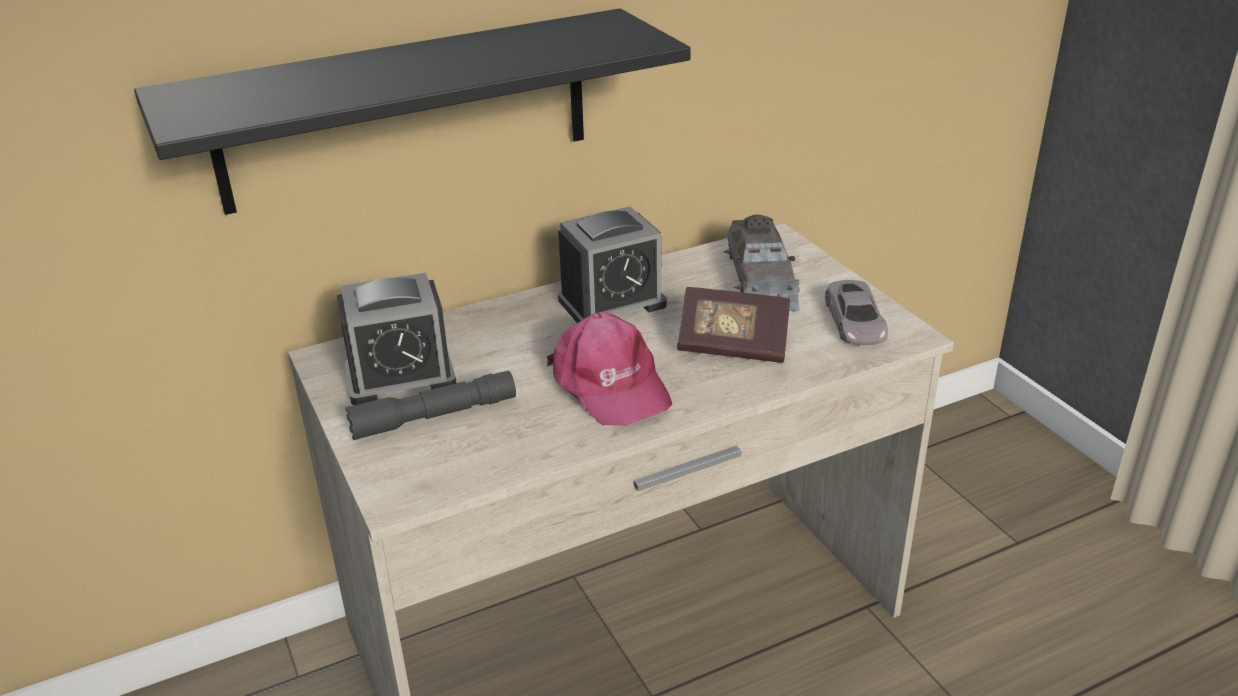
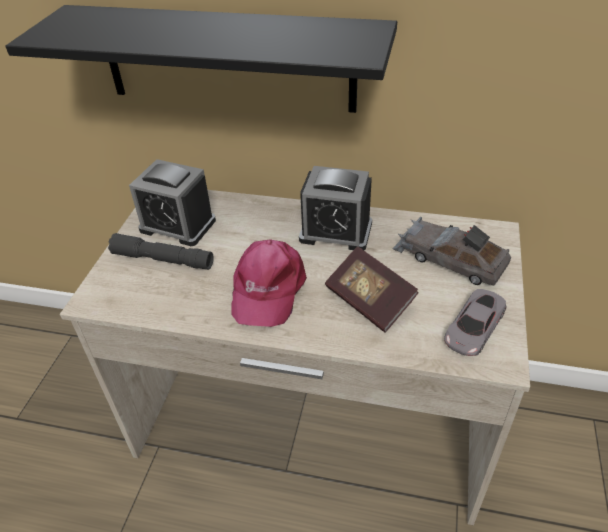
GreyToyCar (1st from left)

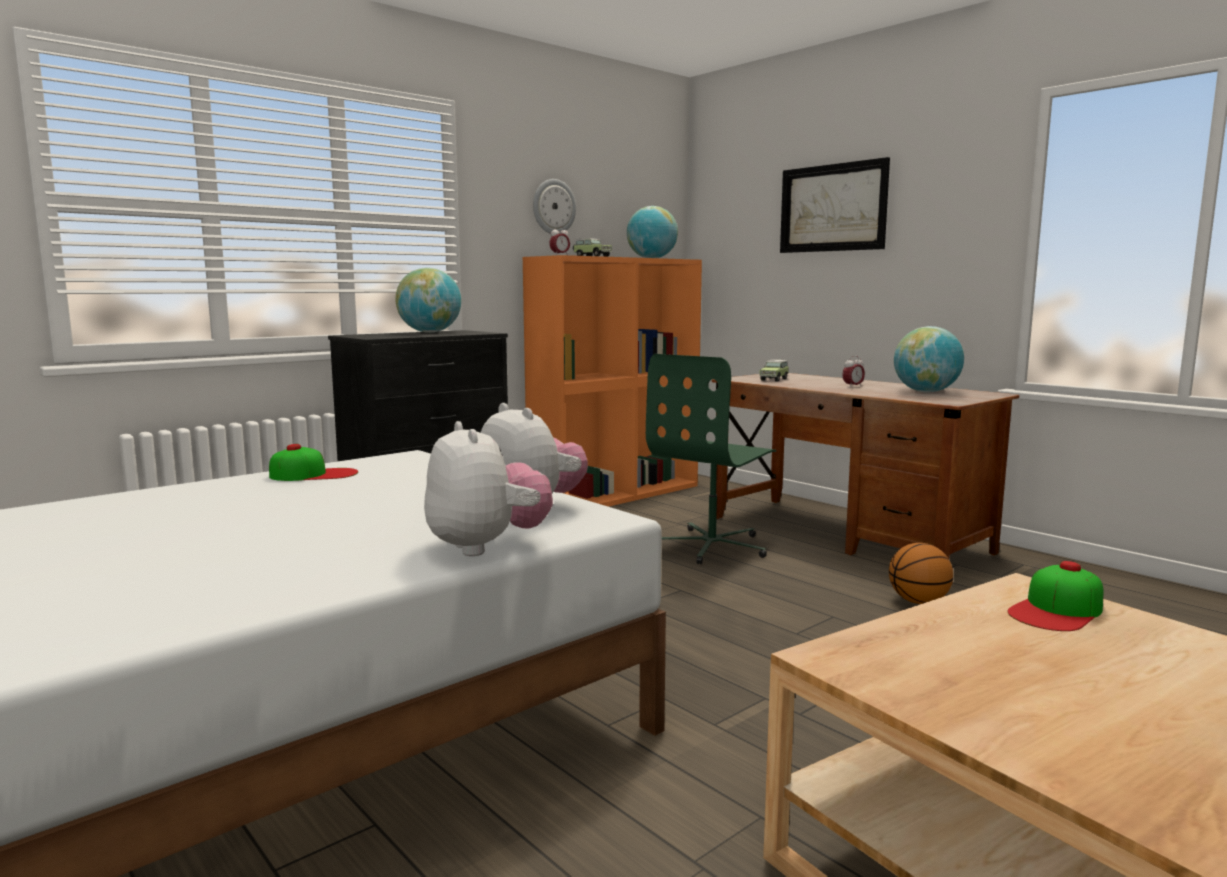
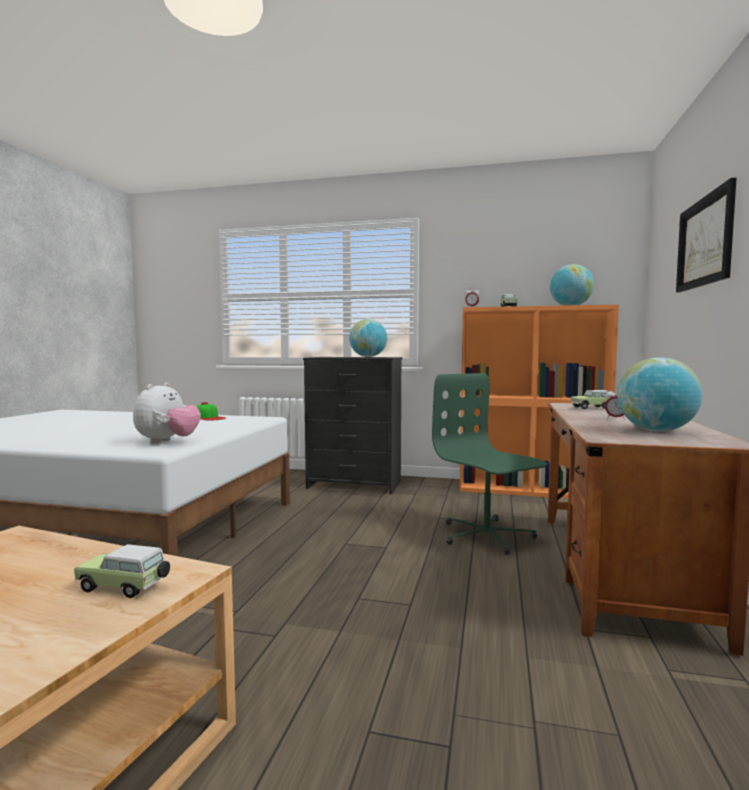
PlushToy (1st from left in the first image); WallClock; Basketball; ToyCar (1st from left); GreenOfficeChair

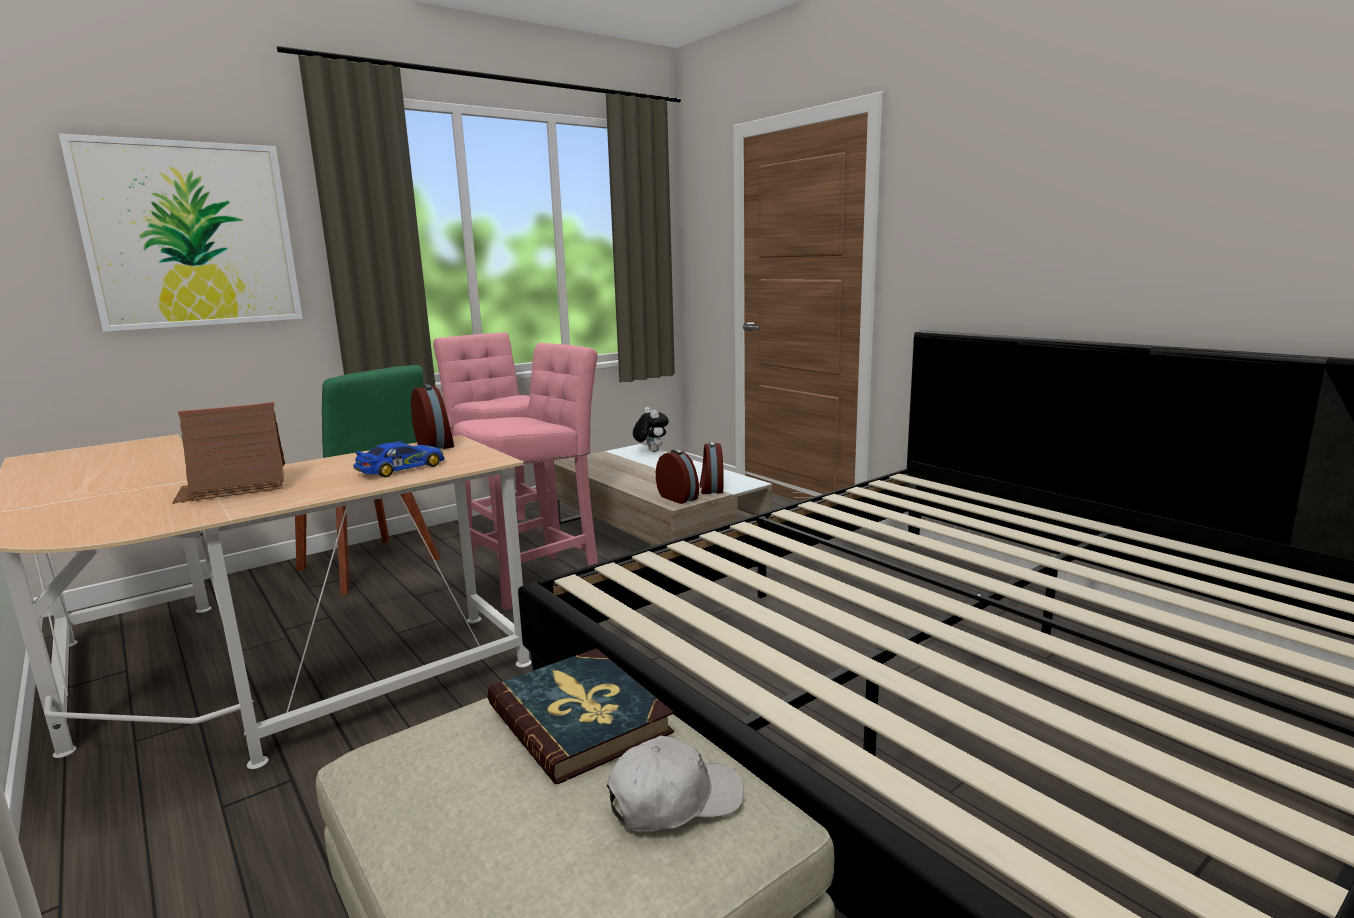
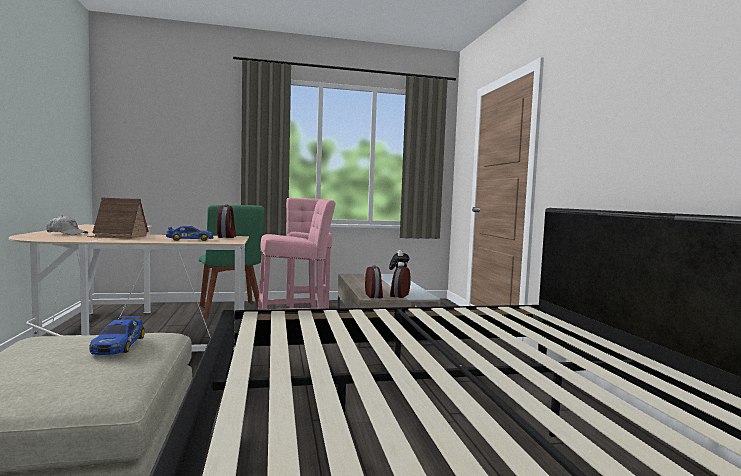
Picture; WhiteCap; ToyCar (1st from left)

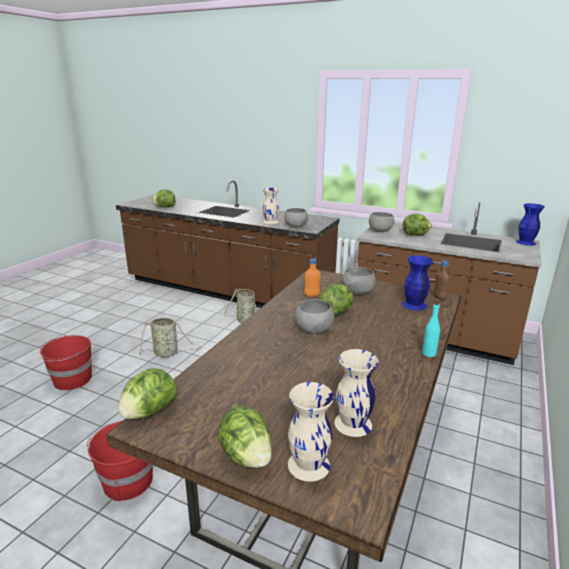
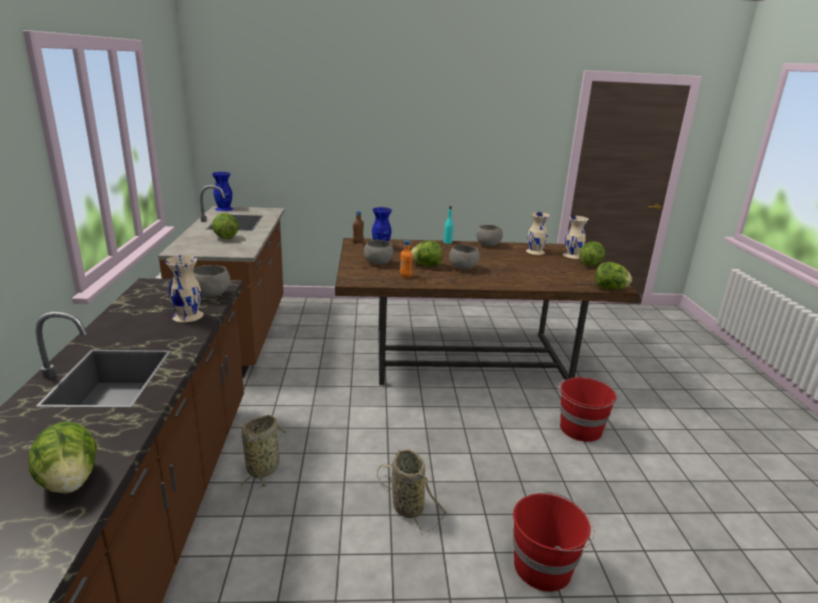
GreyBowl (4th from left)

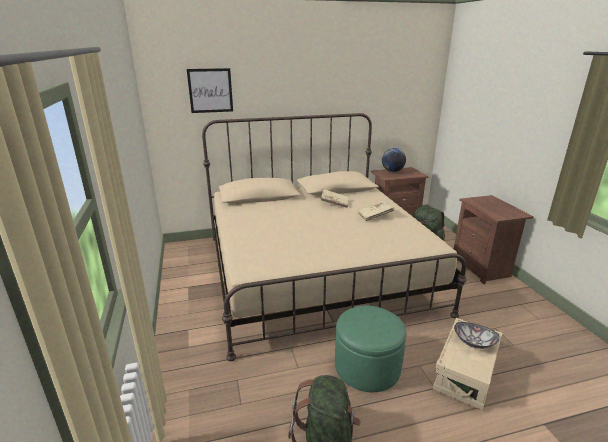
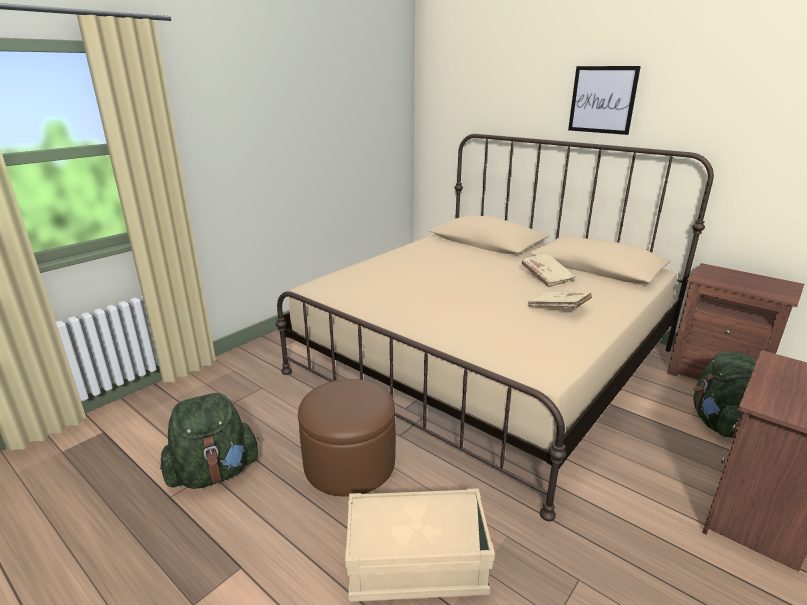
Globe; Bowl; Picture; BrownOttoman

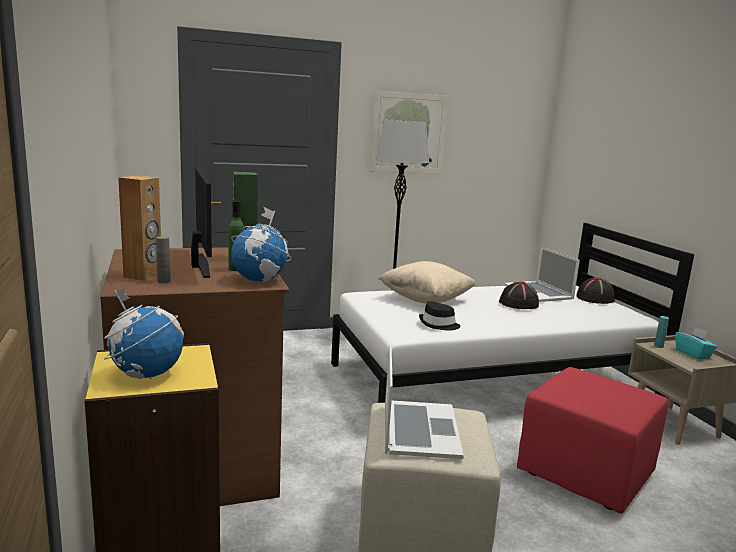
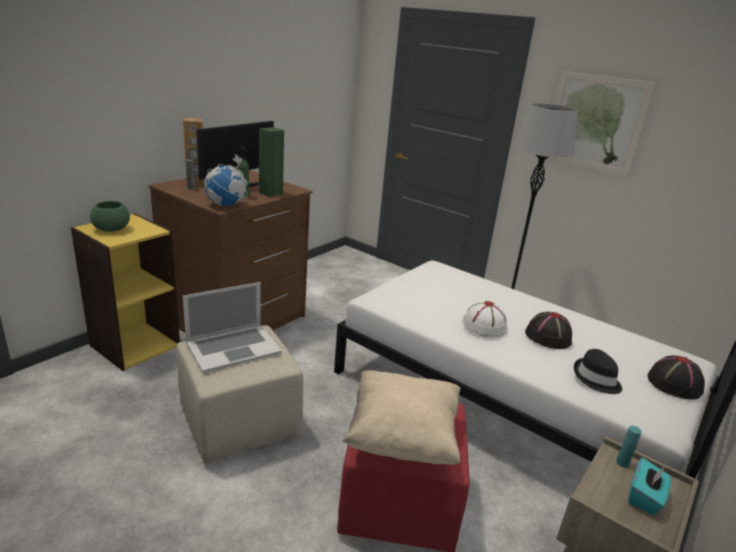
Laptop (2nd from left in the first image); WhiteHat; BeigePillow; BlackHat (2nd from left); GreenBowl

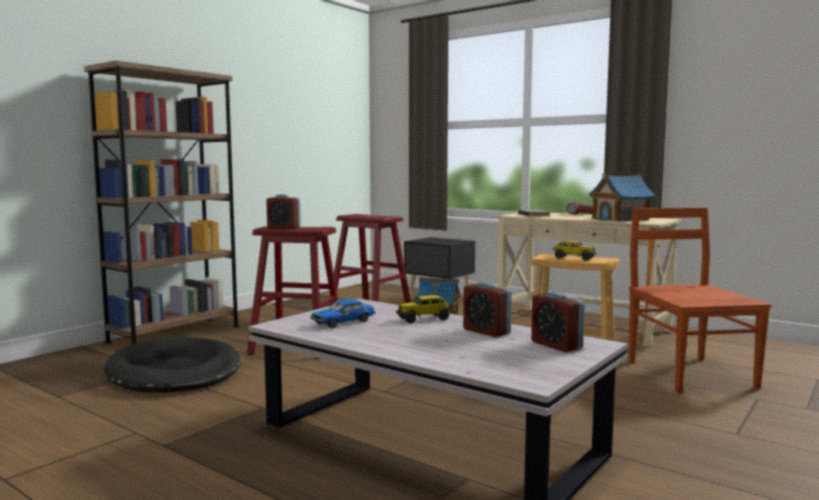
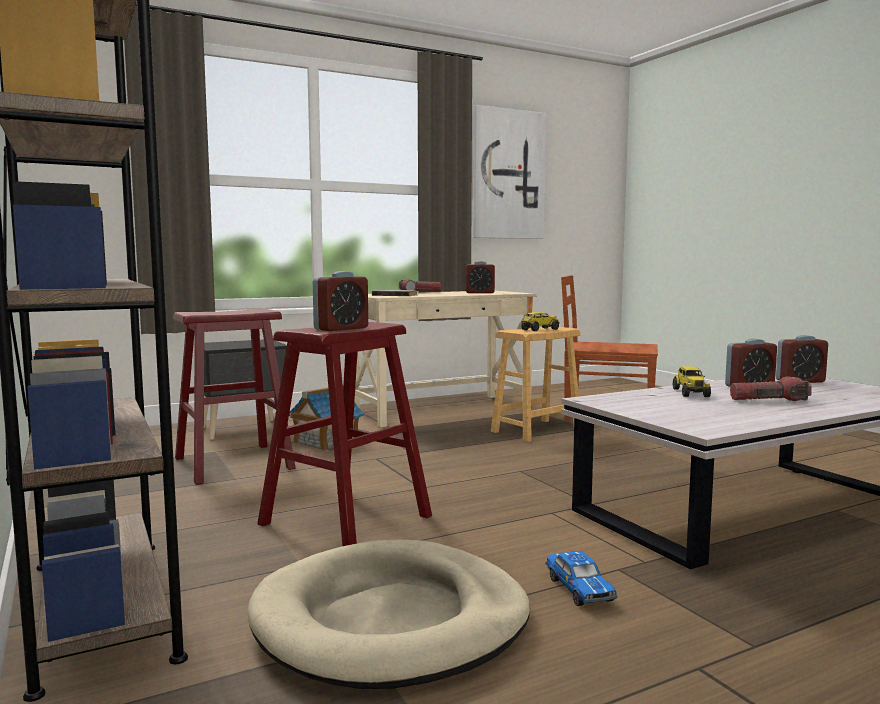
Picture; Flashlight (2nd from left); ToyCar; AlarmClock (2nd from left); BeigeDogBed

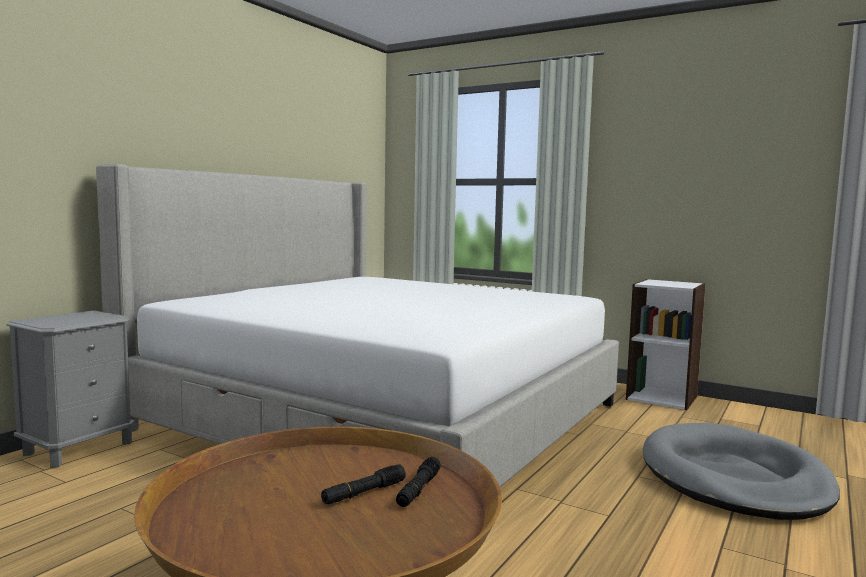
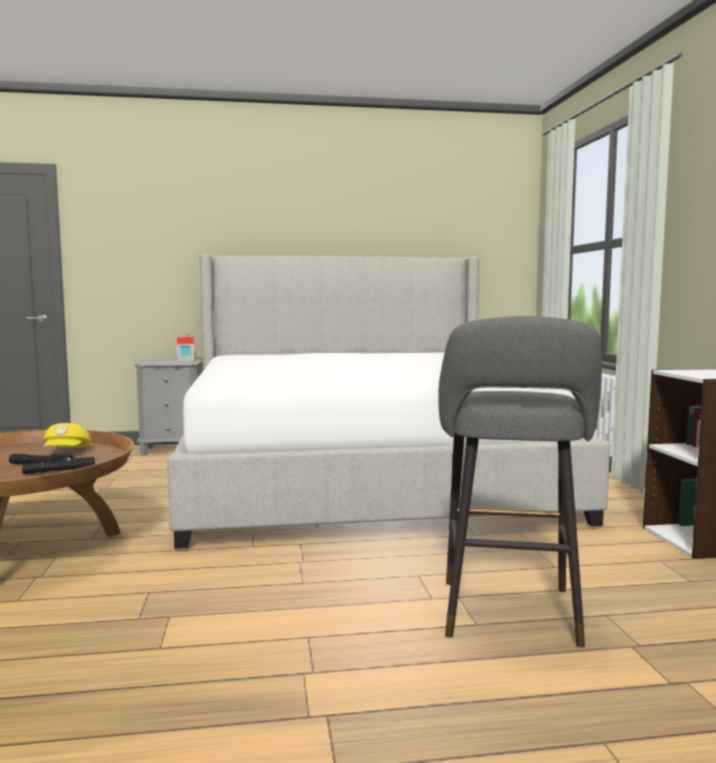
YellowCap; ToyHouse; GreyStool

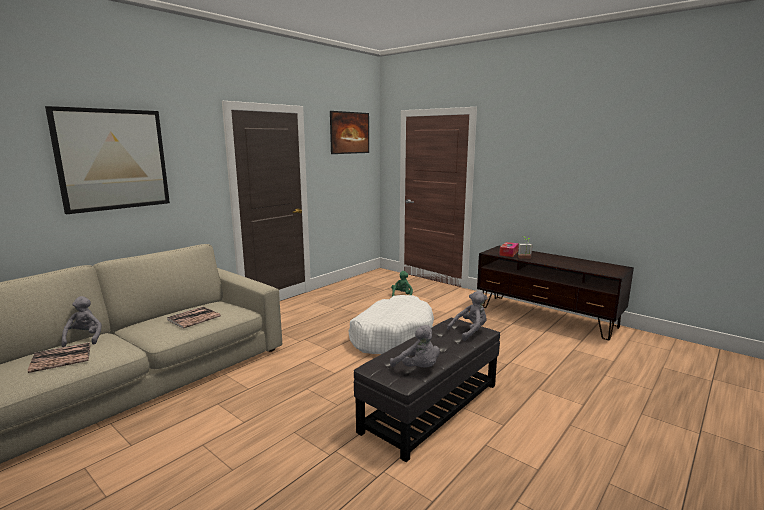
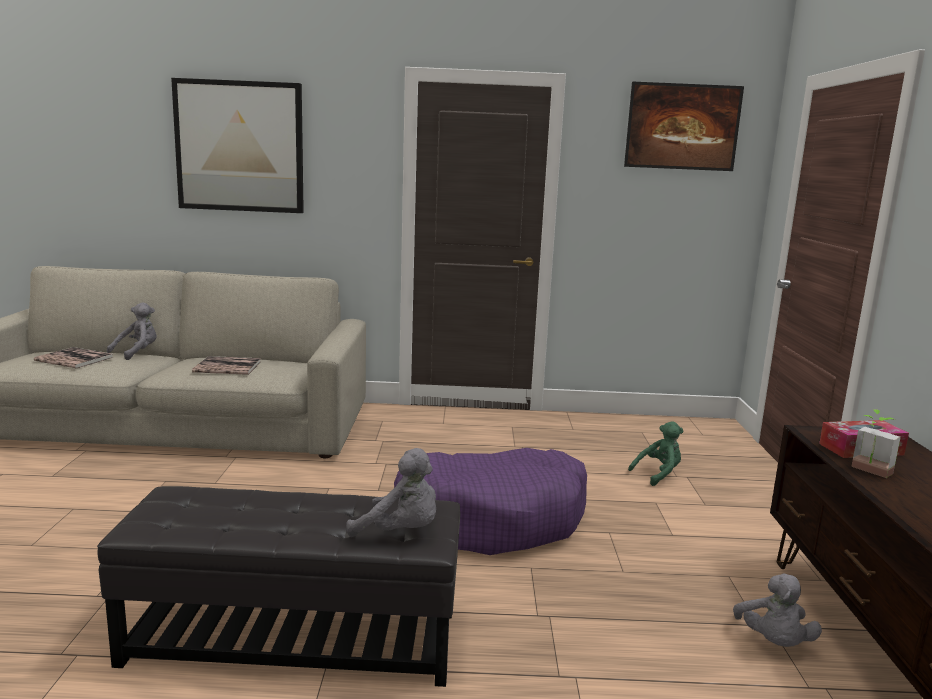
GreyPlushToy (3rd from left); PurpleDogBed

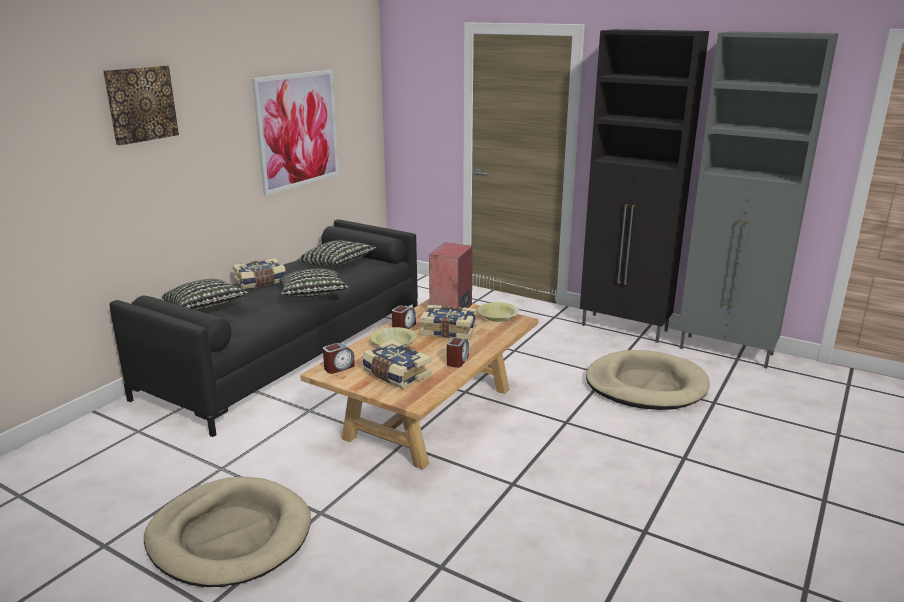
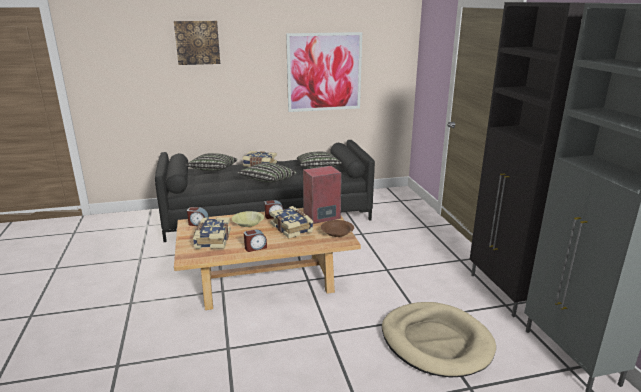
BeigeDogBed (1st from left in the first image); BrownBowl

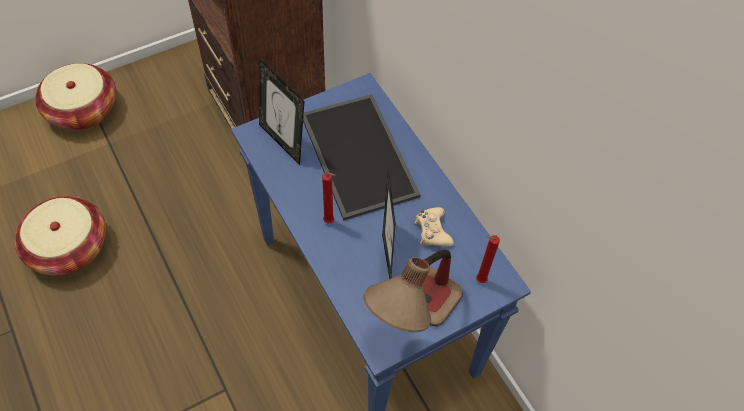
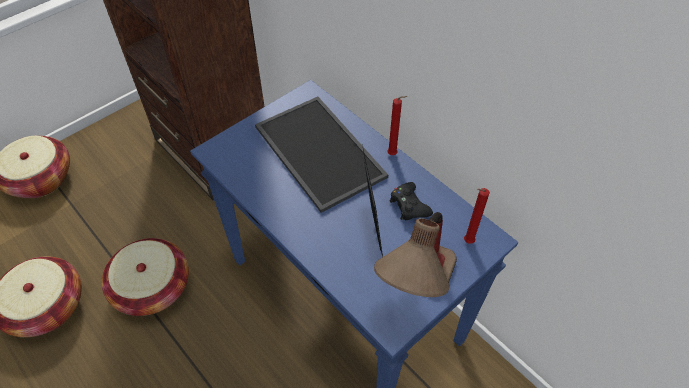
PictureFrame (1st from left in the first image); Basket (3rd from left); RedCandle (1st from left); BlackGameController

